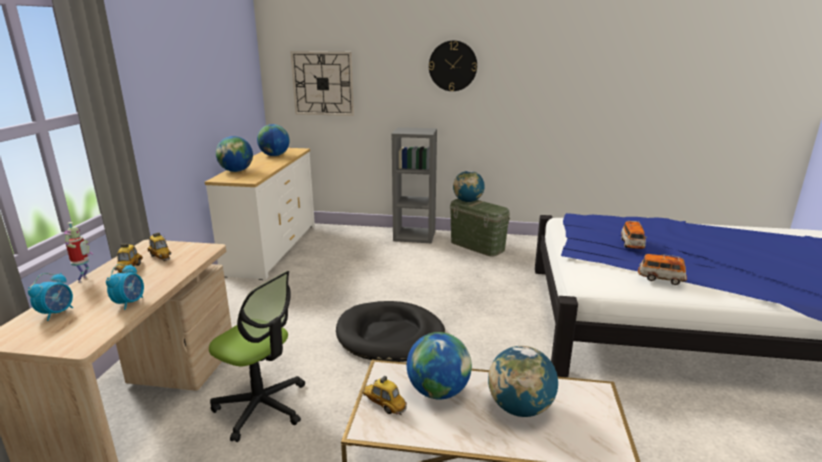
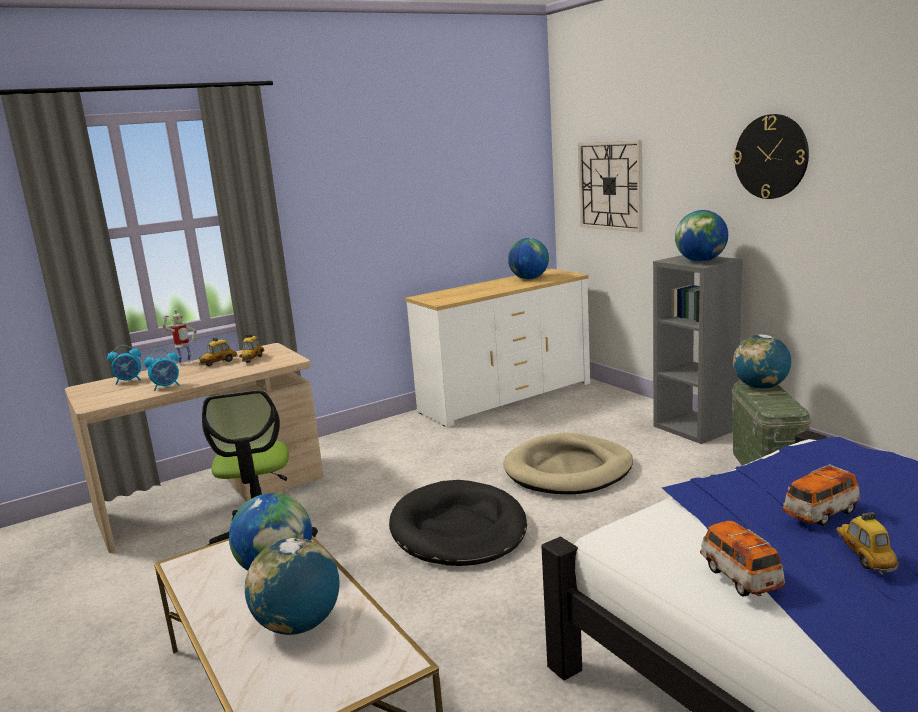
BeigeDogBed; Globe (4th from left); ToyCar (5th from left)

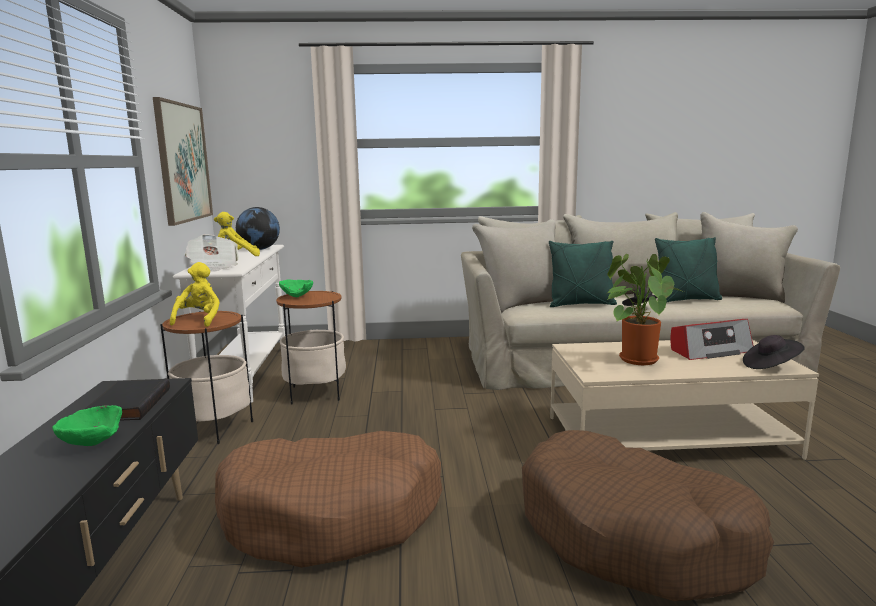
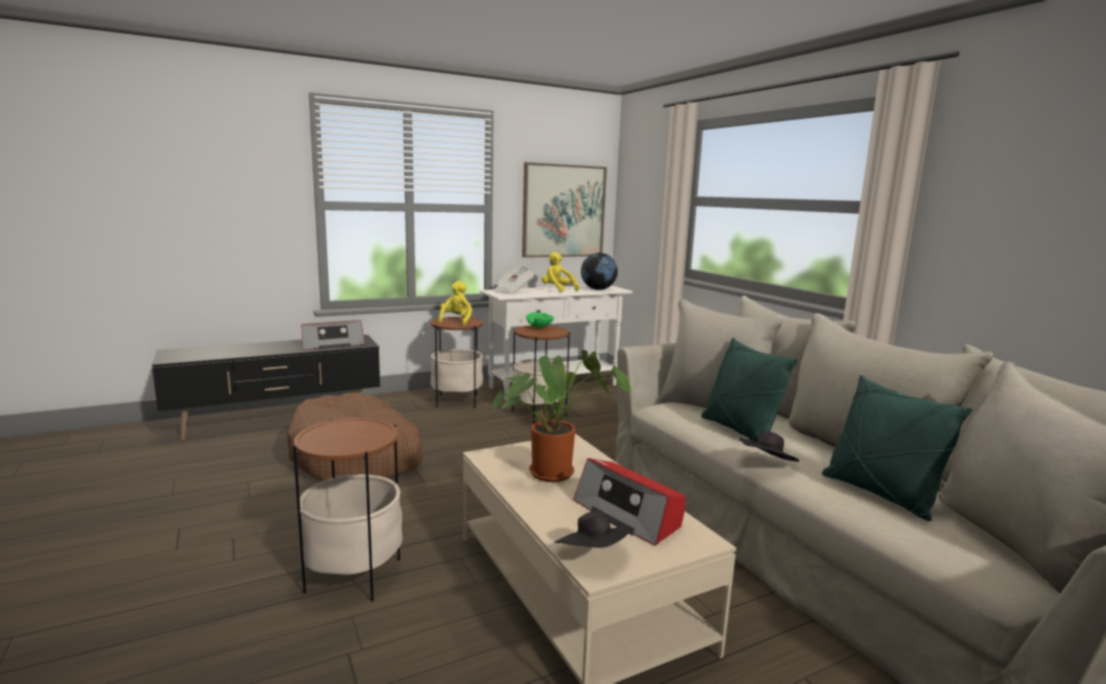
GreenBowl (1st from left in the first image); Radio (1st from left); SideTable (1st from left); YellowPlushToy (1st from left)

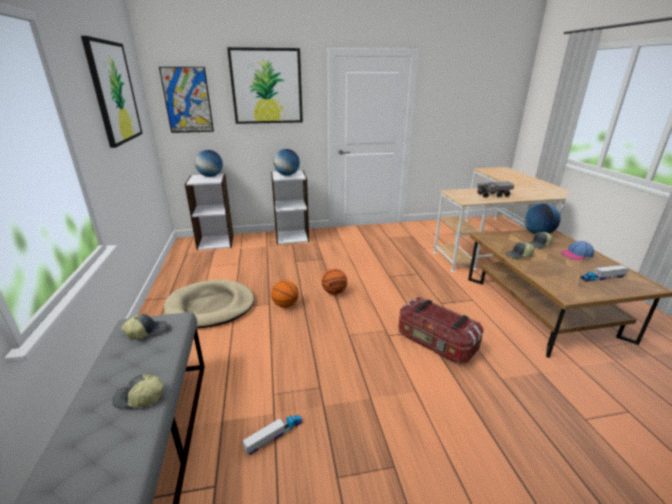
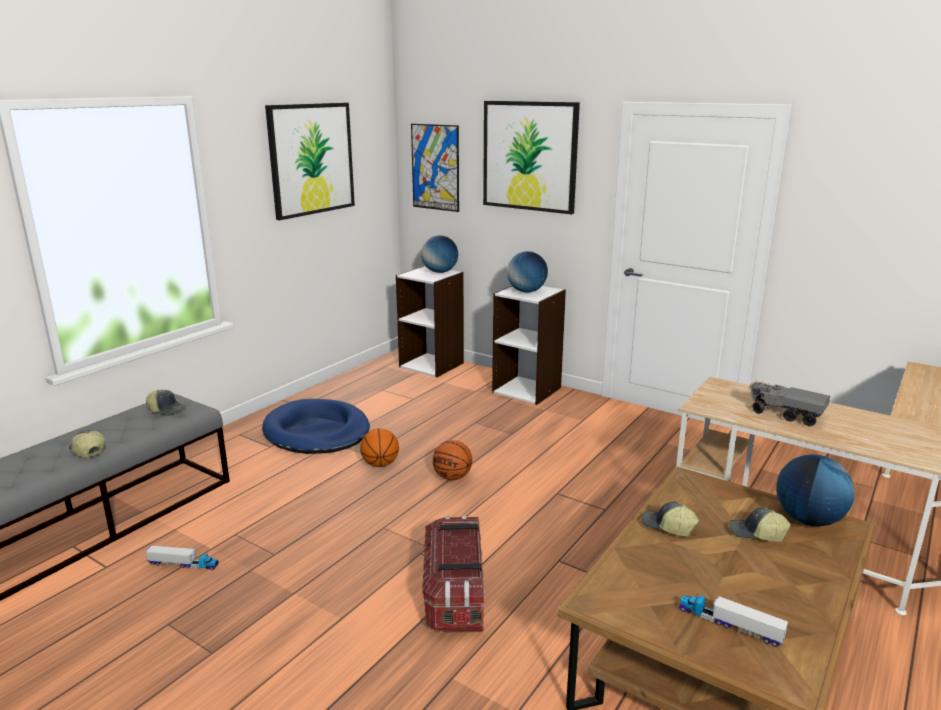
Cap (5th from left in the first image); BlueDogBed

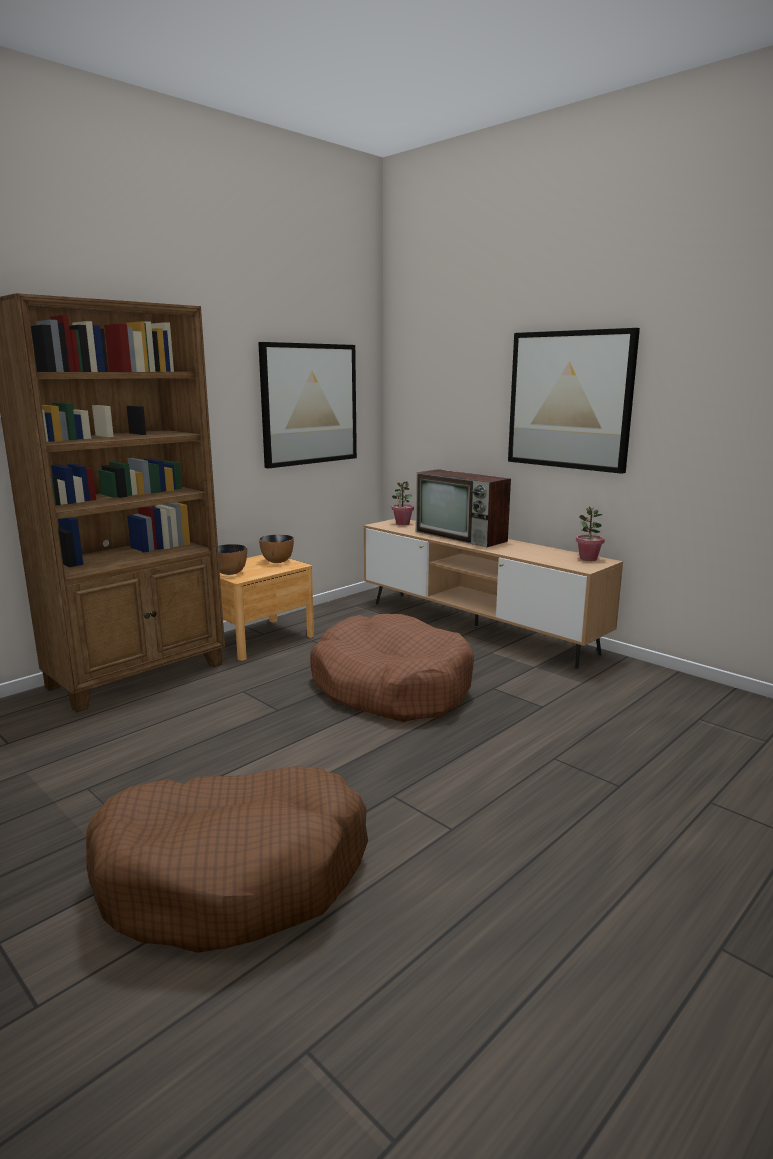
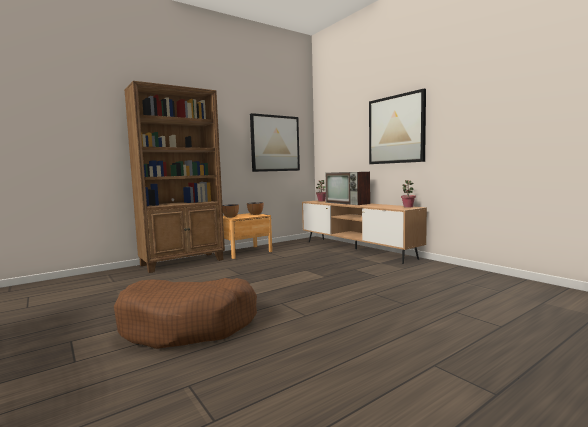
BrownDogBed (2nd from left in the first image)

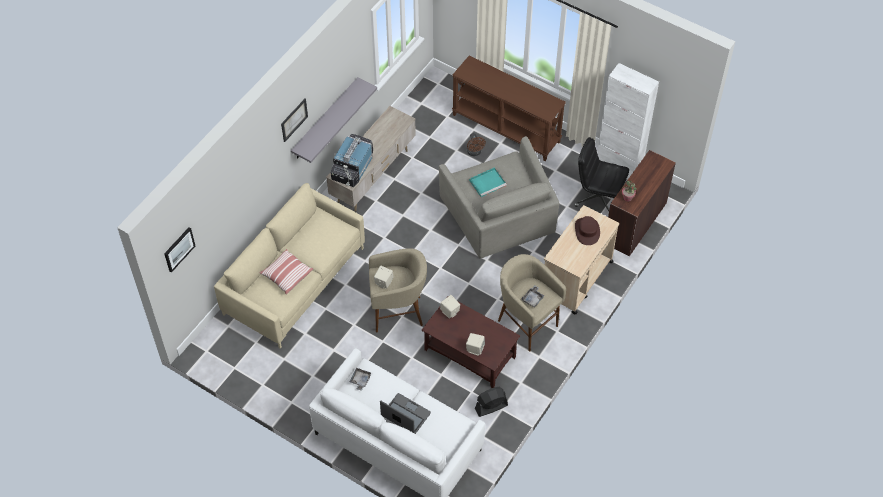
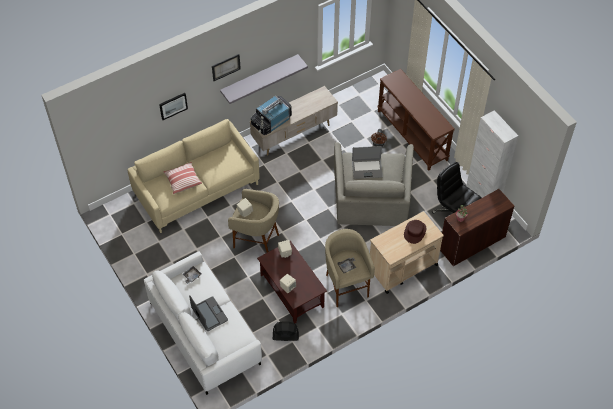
Picture (1st from left); Laptop (2nd from left)

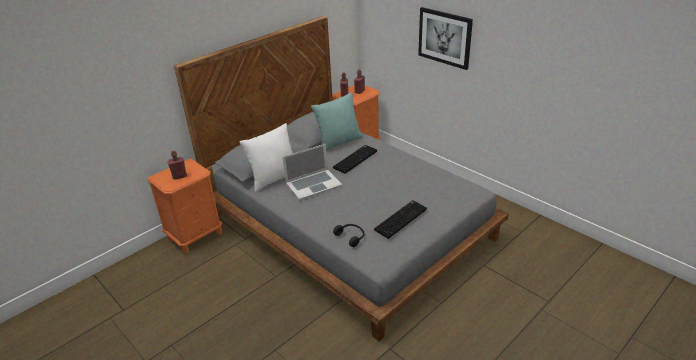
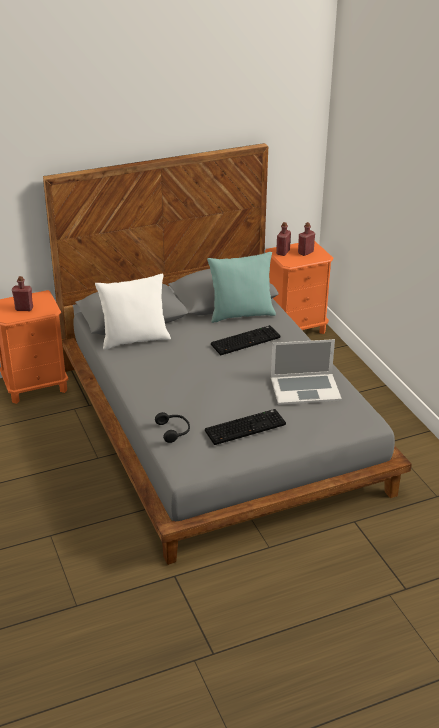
Picture; Laptop

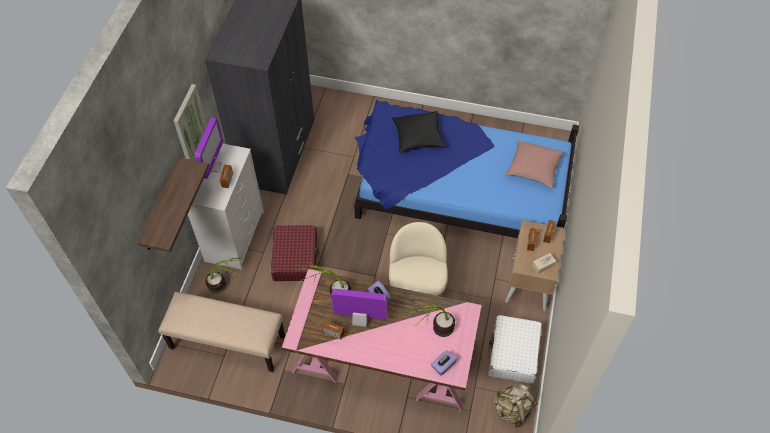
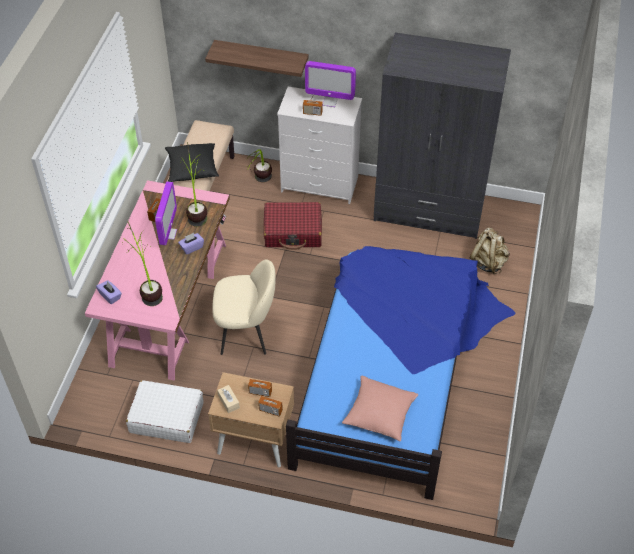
Picture; BlackPillow; BeigeBackpack

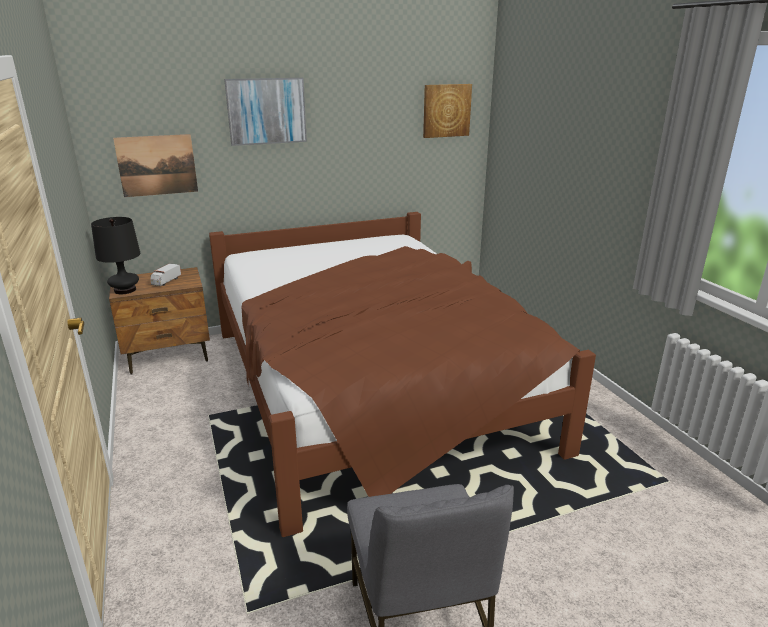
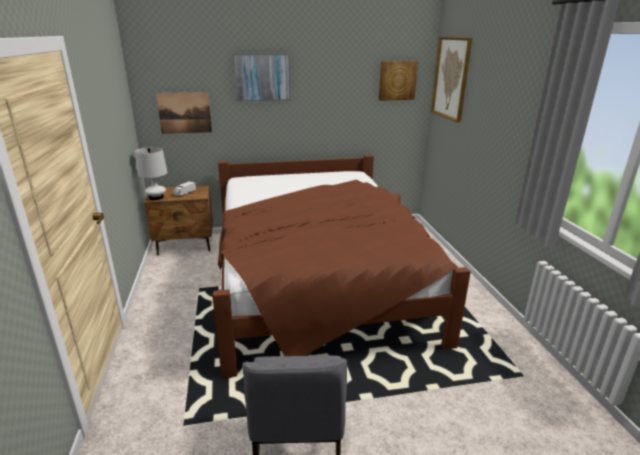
Picture (4th from left); WhiteTableLamp

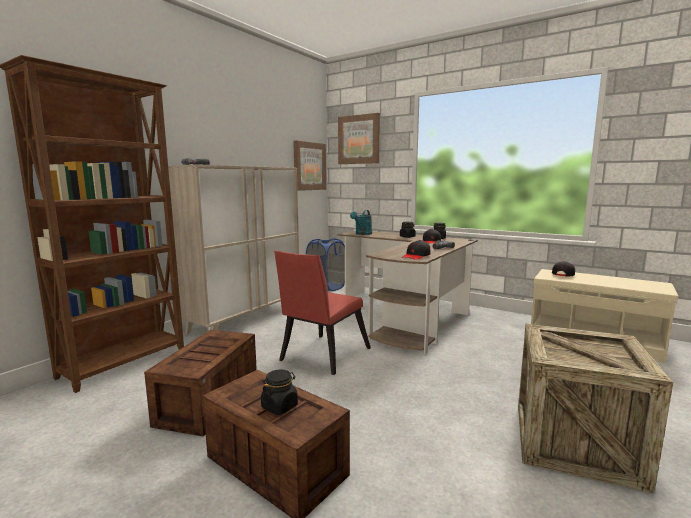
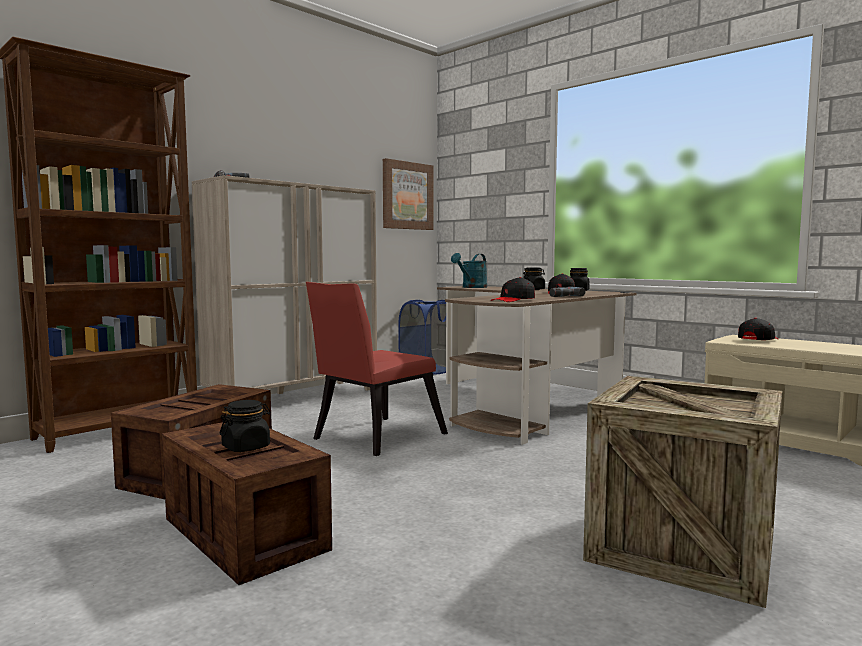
Picture (2nd from left in the first image)

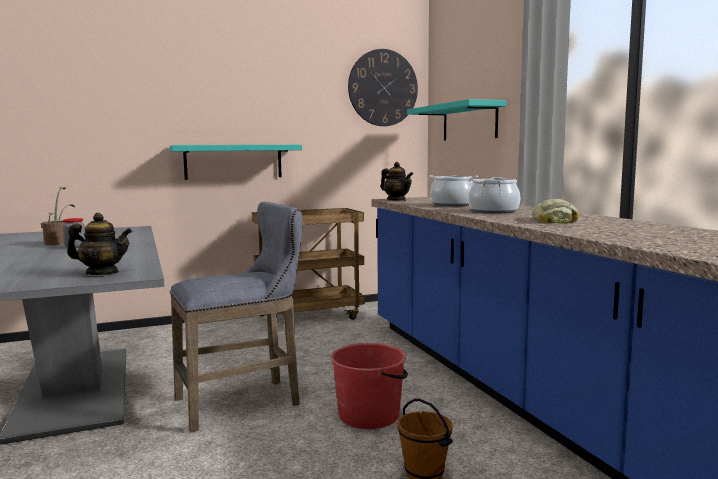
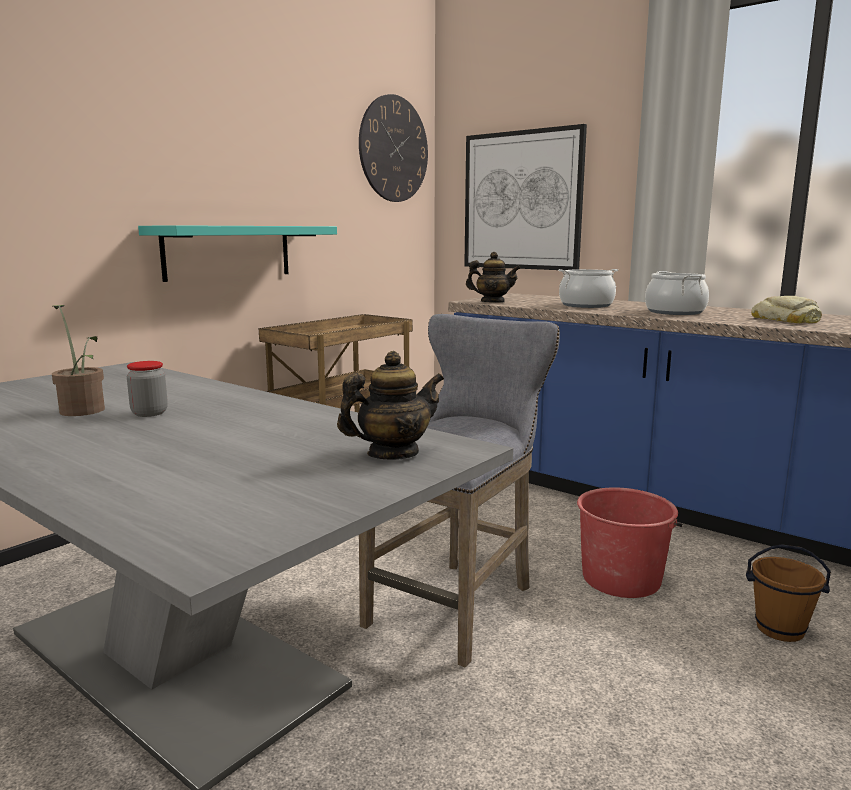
Picture

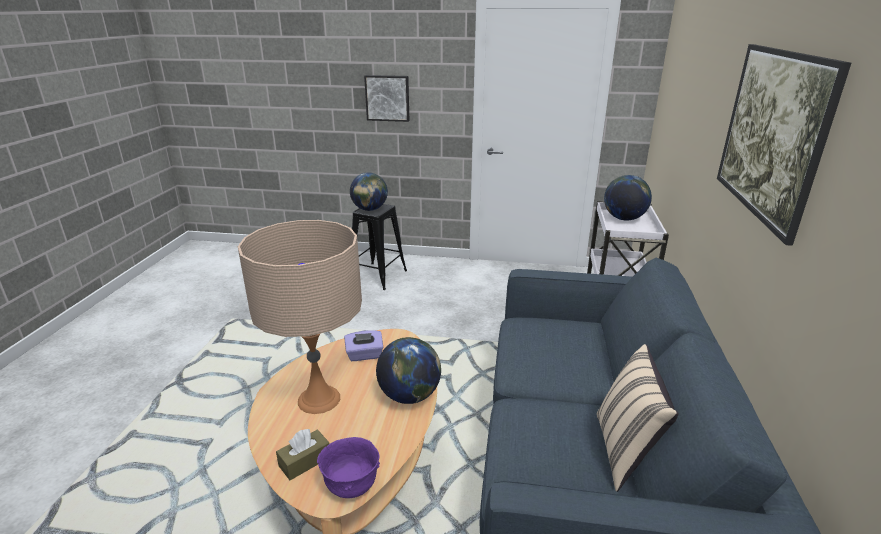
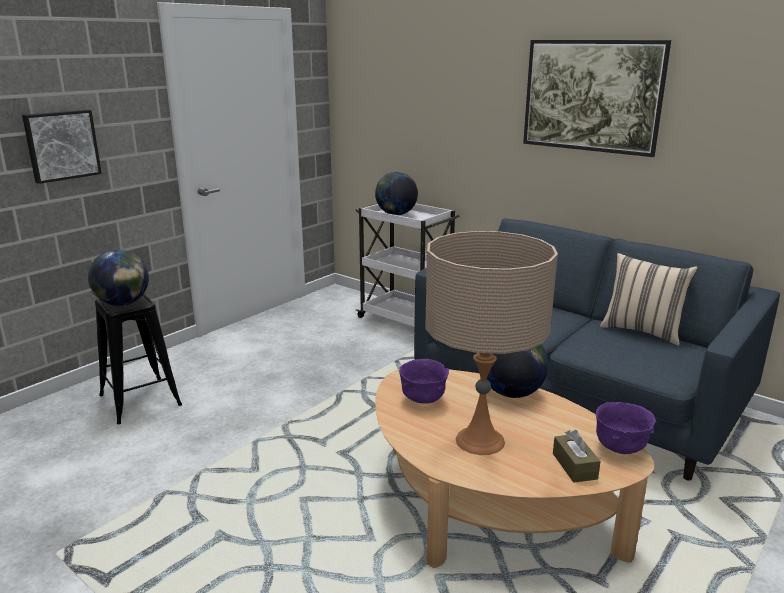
PurpleBowl (1st from left)

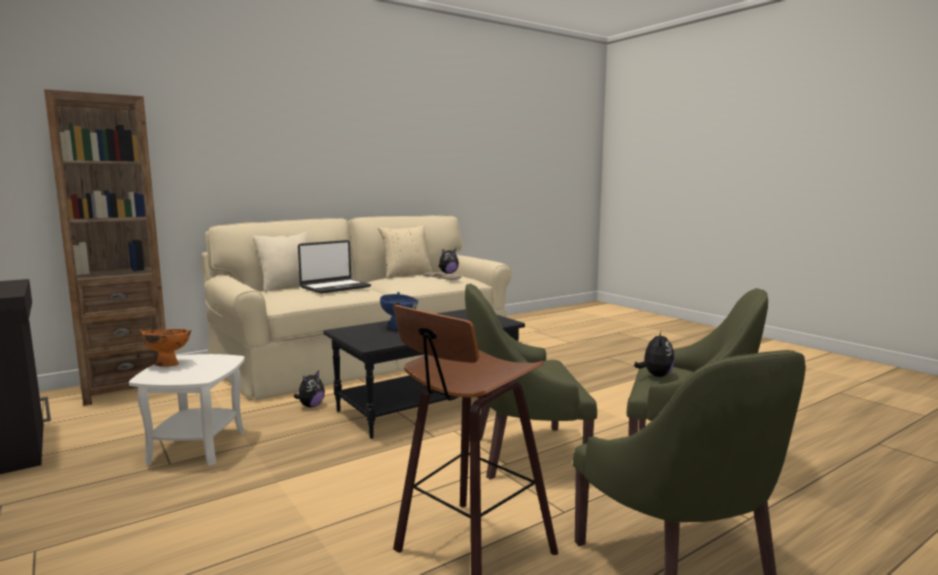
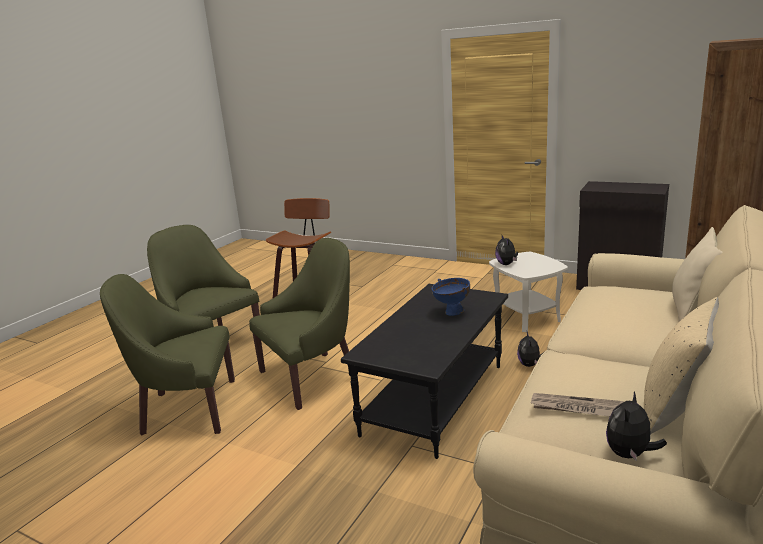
OrangeBowl; Laptop; PlushToy (1st from left)

